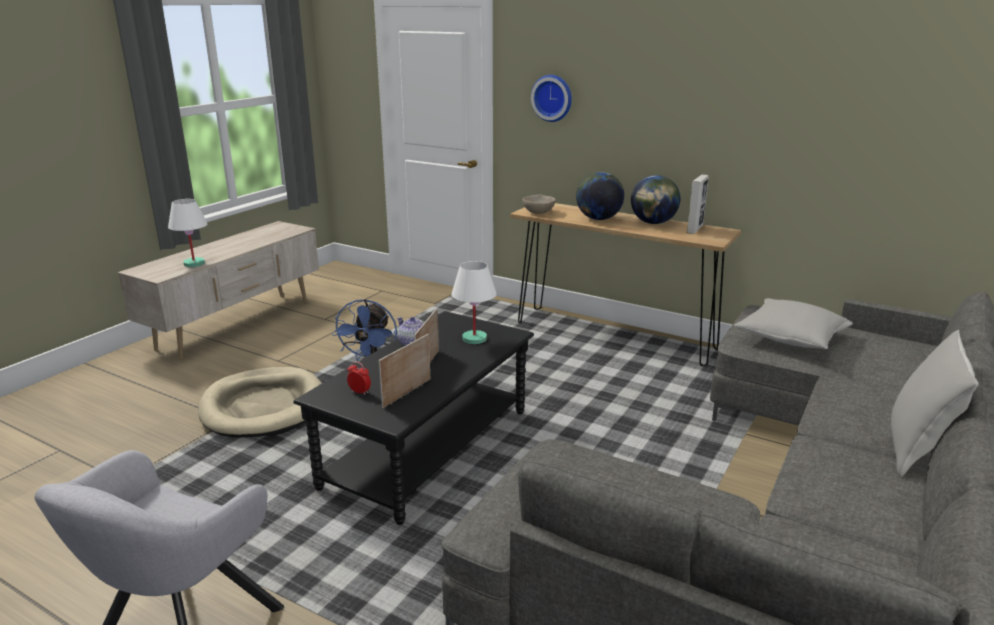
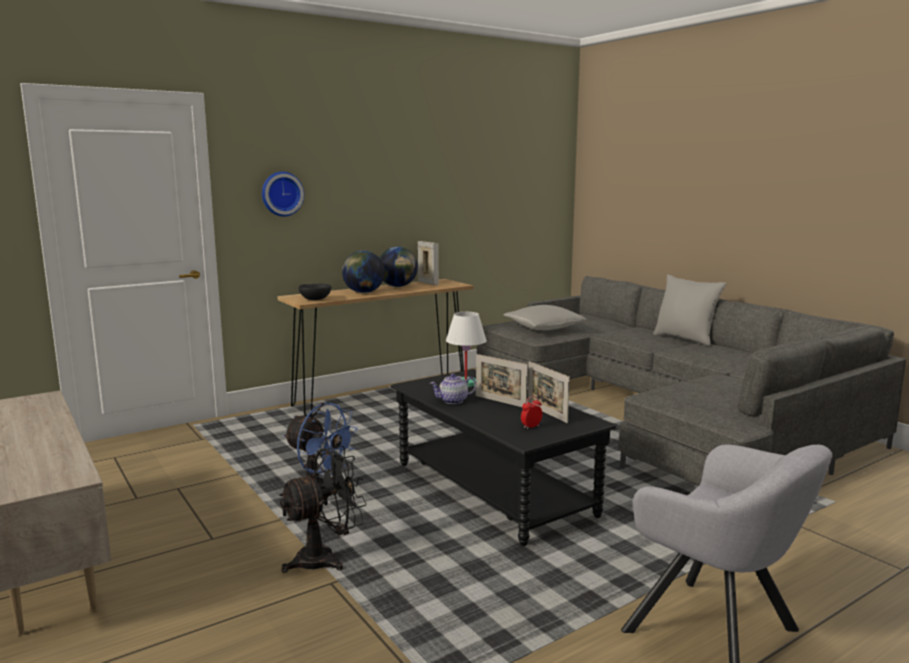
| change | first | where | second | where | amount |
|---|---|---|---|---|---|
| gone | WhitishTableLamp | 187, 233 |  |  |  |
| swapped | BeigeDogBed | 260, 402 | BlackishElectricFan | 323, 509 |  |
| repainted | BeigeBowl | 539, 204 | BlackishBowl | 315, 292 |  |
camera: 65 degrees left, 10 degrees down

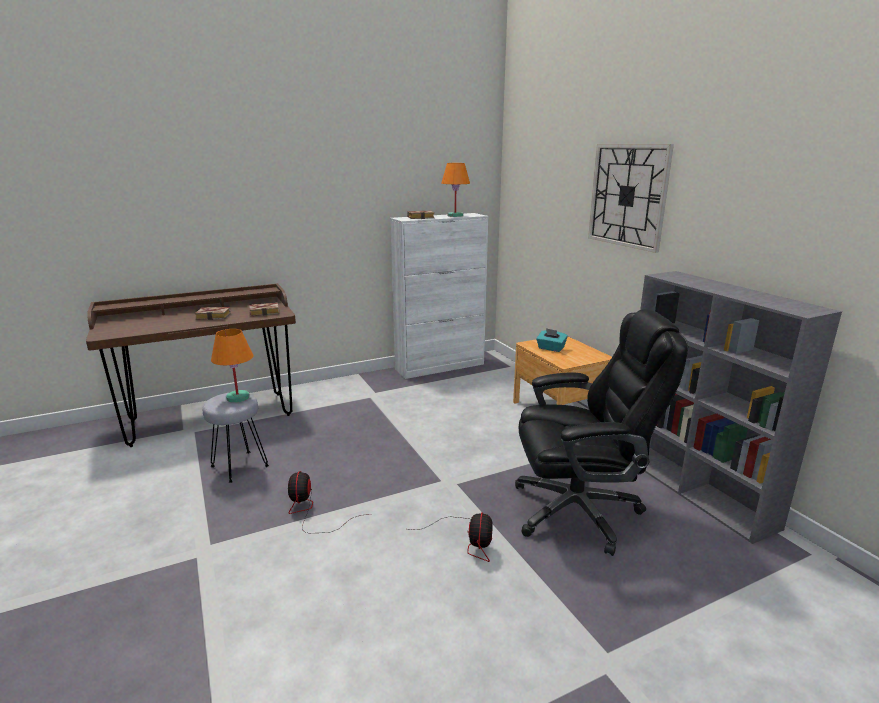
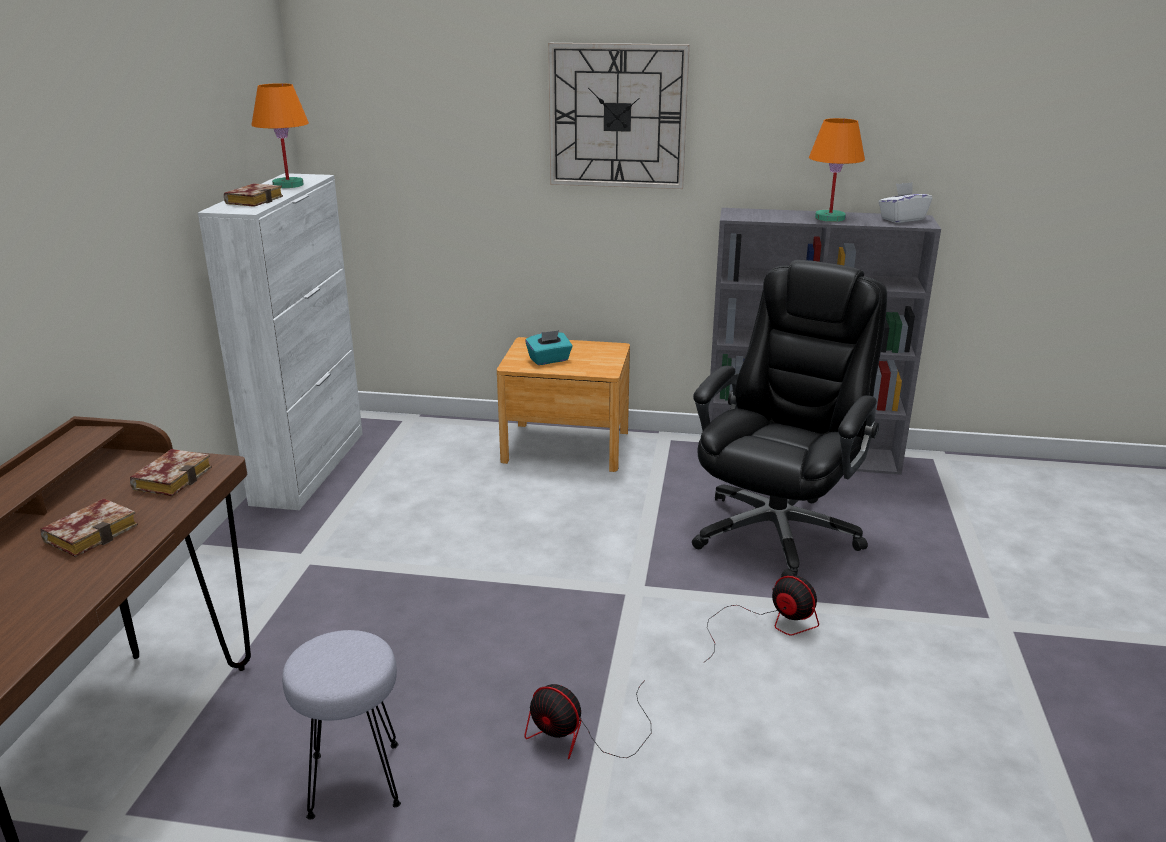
| change | first | where | second | where | amount |
|---|---|---|---|---|---|
| new |  |  | WhitishTissueHolder | 905, 202 |  |
| shifted | OrangeColouredTableLamp | 232, 366 |  | 837, 170 |  |
camera: 55 degrees left, 5 degrees up

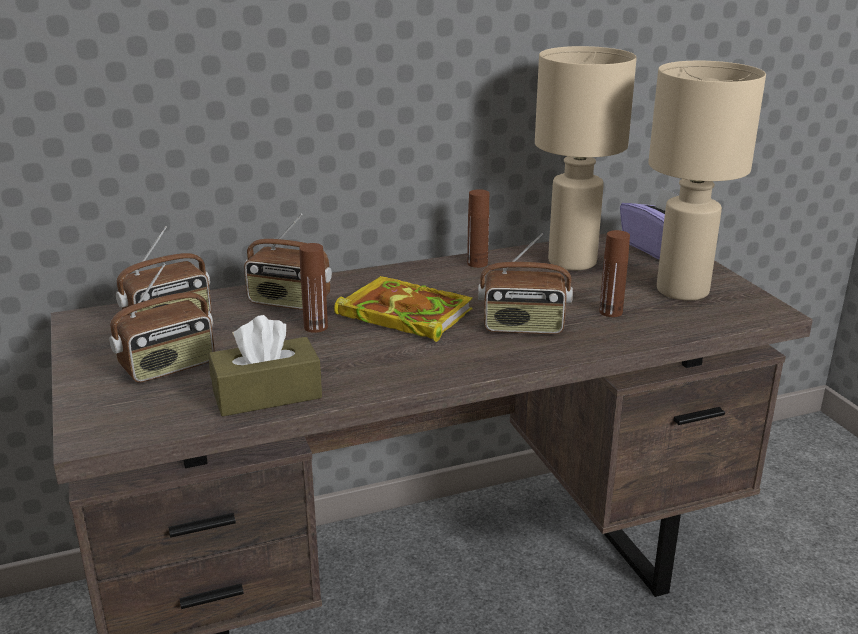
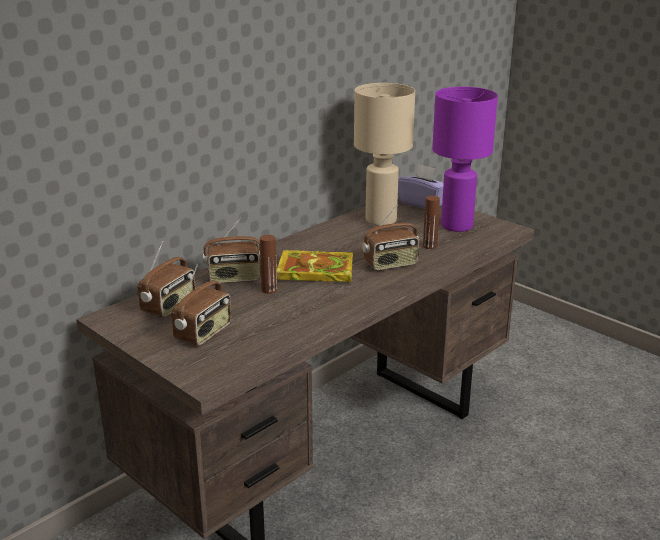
| change | first | where | second | where | amount |
|---|---|---|---|---|---|
| gone | BrownTissueHolder | 265, 366 |  |  |  |
| gone | BrownDrinkBottle | 478, 228 |  |  |  |
| repainted | BeigeTableLamp | 707, 181 | PurpleColouredTableLamp | 465, 159 |  |
camera: 25 degrees left, 0 degrees up

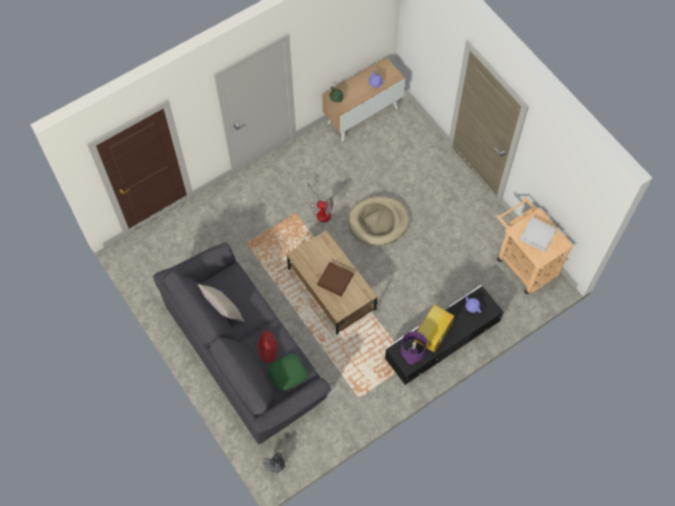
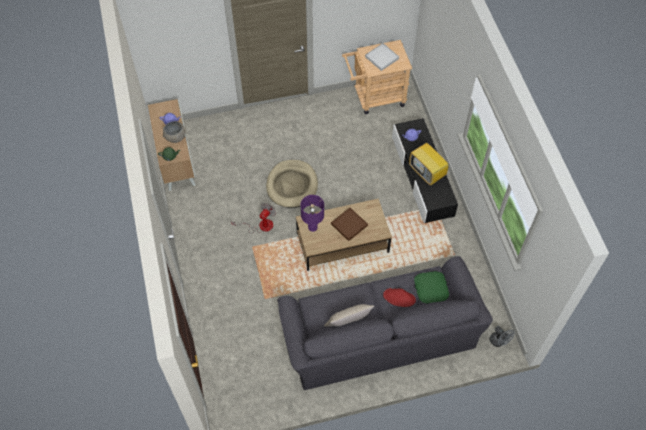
| change | first | where | second | where | amount |
|---|---|---|---|---|---|
| new |  |  | GreyBowl | 174, 132 |  |
| shifted | PurpleColouredTableLamp | 414, 348 |  | 312, 213 |  |
camera: 70 degrees left, 5 degrees down

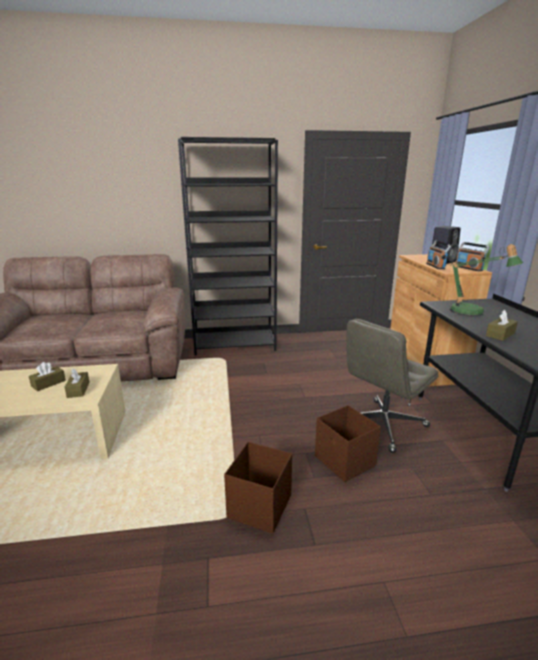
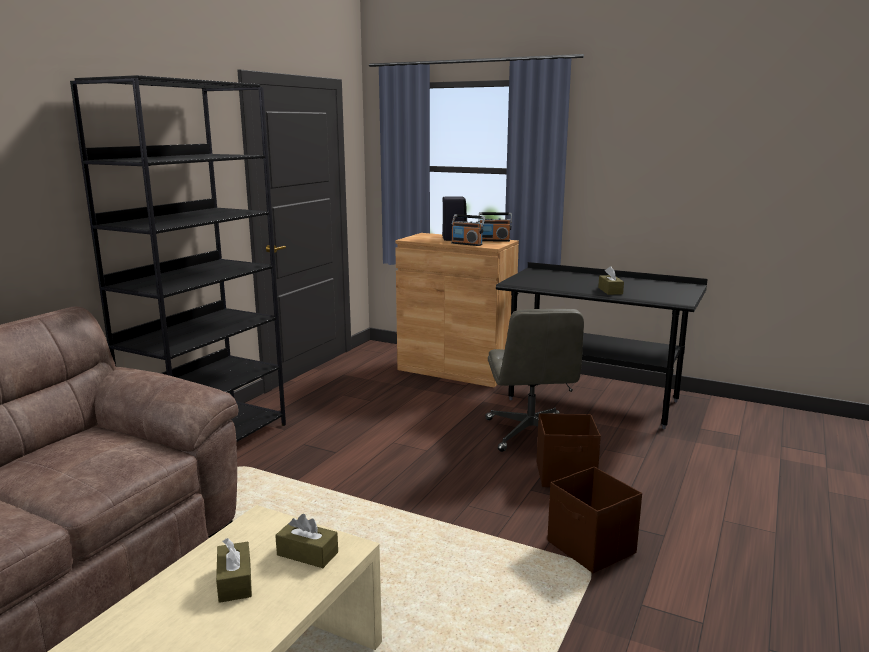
| change | first | where | second | where | amount |
|---|---|---|---|---|---|
| gone | TableLamp | 486, 280 |  |  |  |
camera: 55 degrees left, 5 degrees down

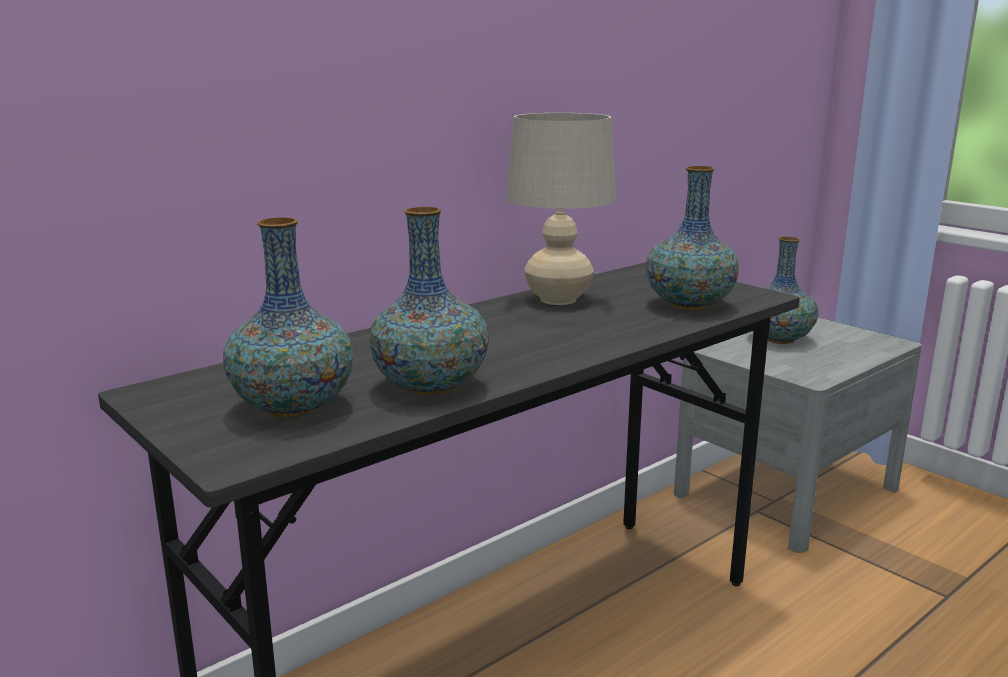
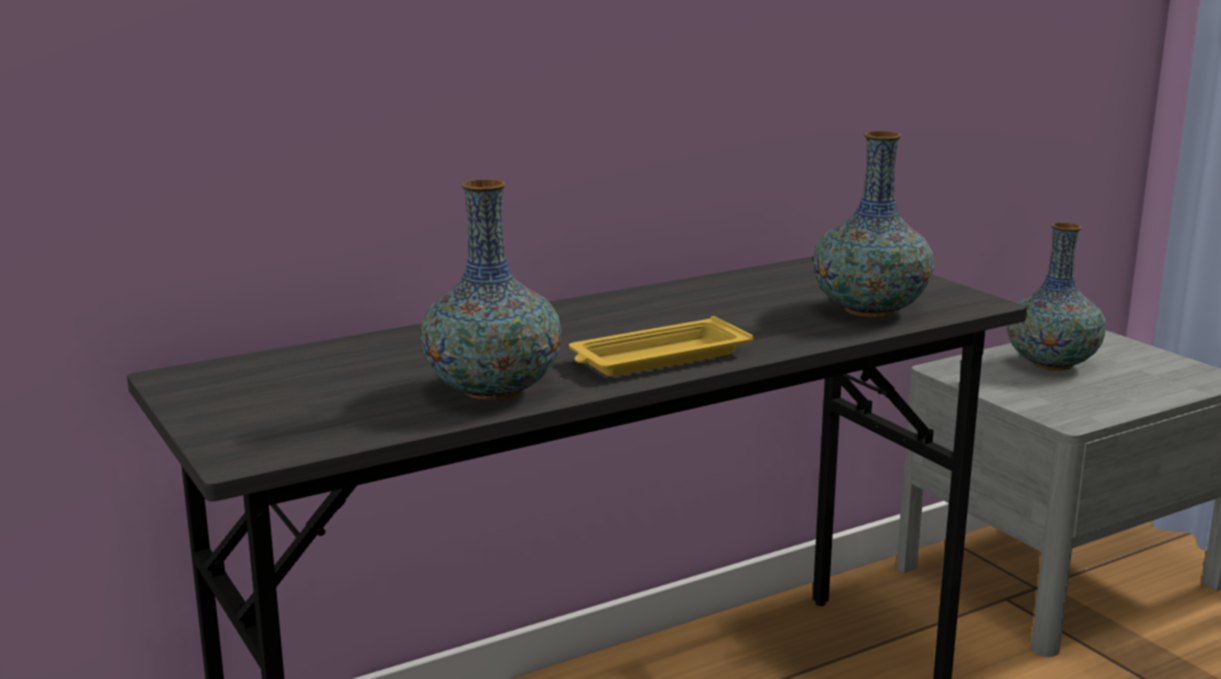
| change | first | where | second | where | amount |
|---|---|---|---|---|---|
| gone | Vase | 288, 317 |  |  |  |
| gone | BeigeTableLamp | 561, 209 |  |  |  |
| new |  |  | YellowishServingTray | 661, 346 |  |
camera: 10 degrees right, 0 degrees up

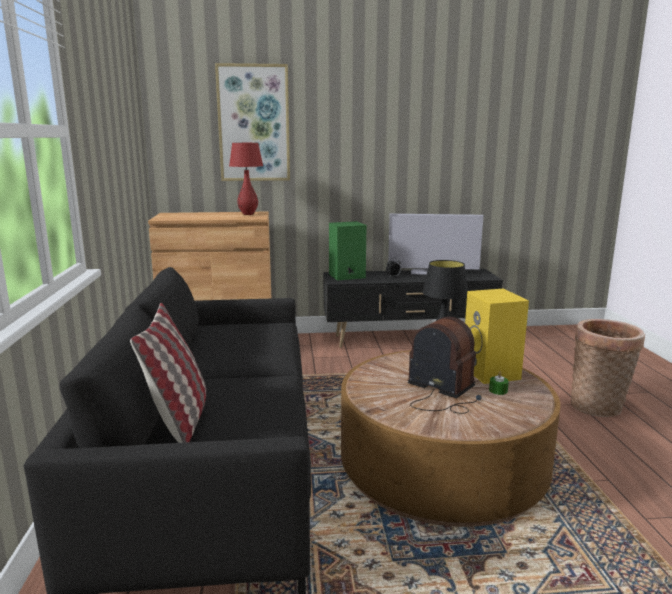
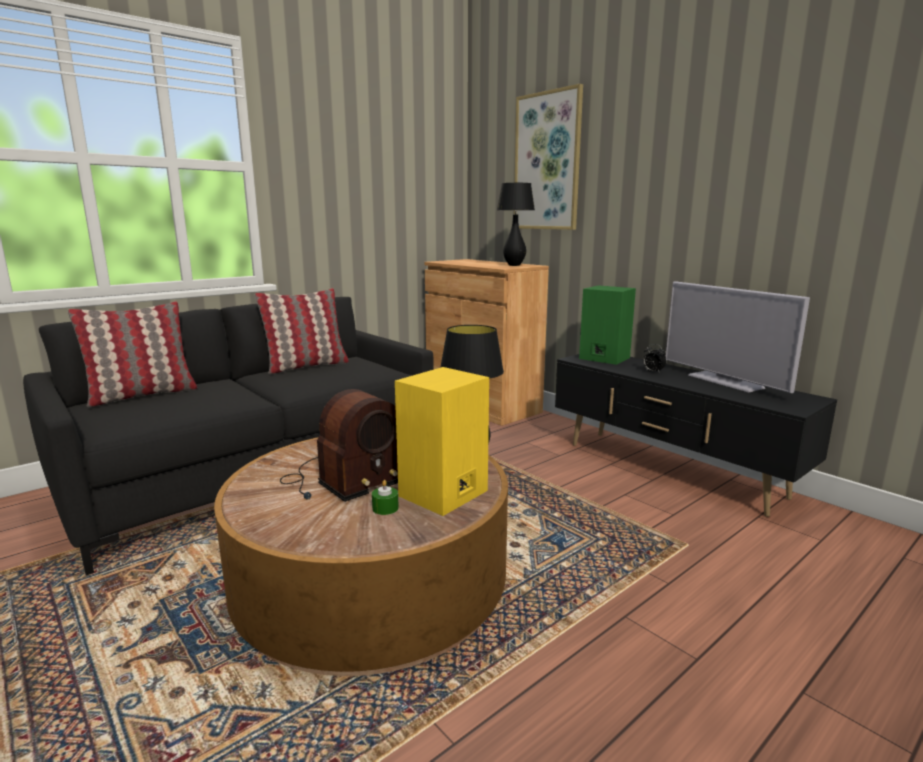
| change | first | where | second | where | amount |
|---|---|---|---|---|---|
| gone | HouseholdBasket | 608, 368 |  |  |  |
| new |  |  | Cushion | 302, 331 |  |
| repainted | ReddishTableLamp | 246, 179 | BlackishTableLamp | 516, 224 |  |
| rotated | Radio | 445, 365 |  | 339, 445 | 45 degrees clockwise |
camera: 55 degrees right, 0 degrees up

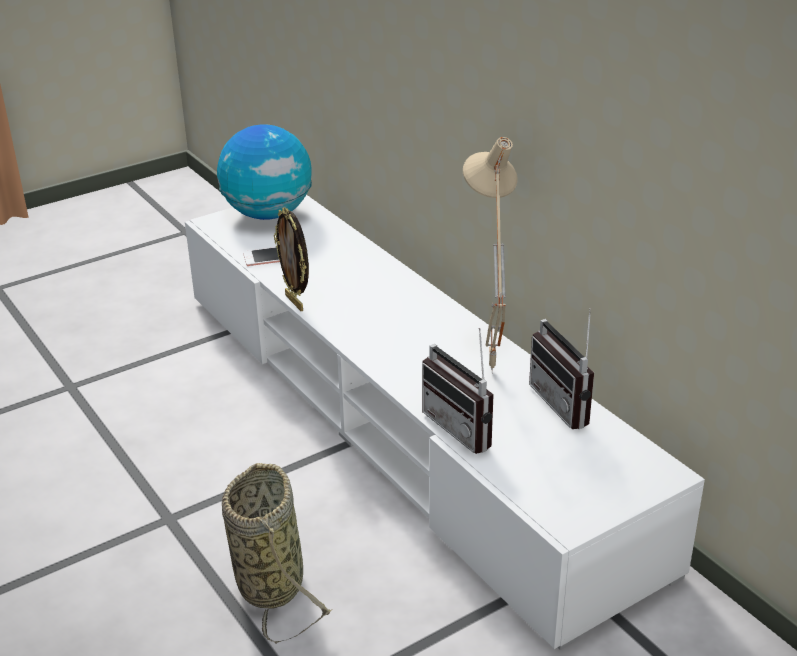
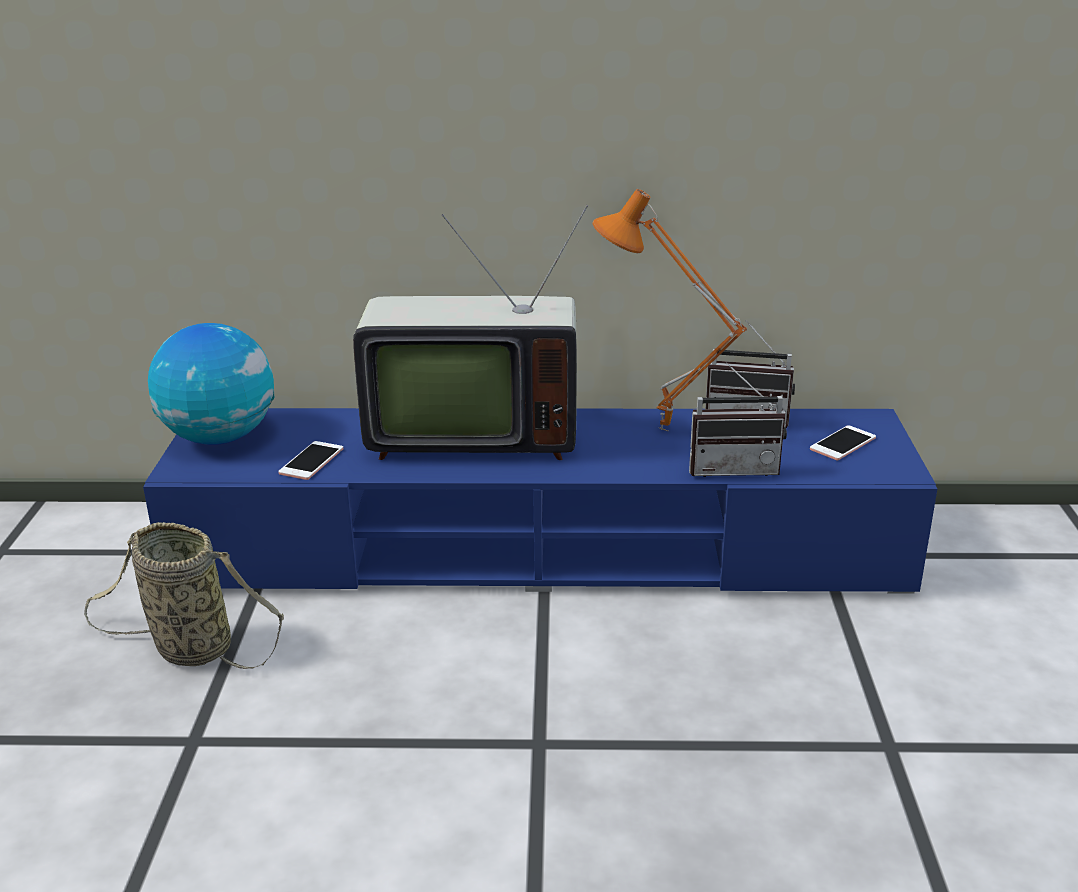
| change | first | where | second | where | amount |
|---|---|---|---|---|---|
| gone | PictureFrame | 291, 259 |  |  |  |
| new |  |  | TvSet | 470, 332 |  |
| new |  |  | Telephone | 843, 442 |  |
| shifted | HouseholdBasket | 277, 553 |  | 184, 595 |  |
| repainted | WhitishMediaConsole | 445, 422 | BlueColouredMediaConsole | 540, 501 |  |
| repainted | BeigeTableLamp | 490, 255 | OrangeColouredTableLamp | 670, 310 |  |
camera: 55 degrees left, 5 degrees down

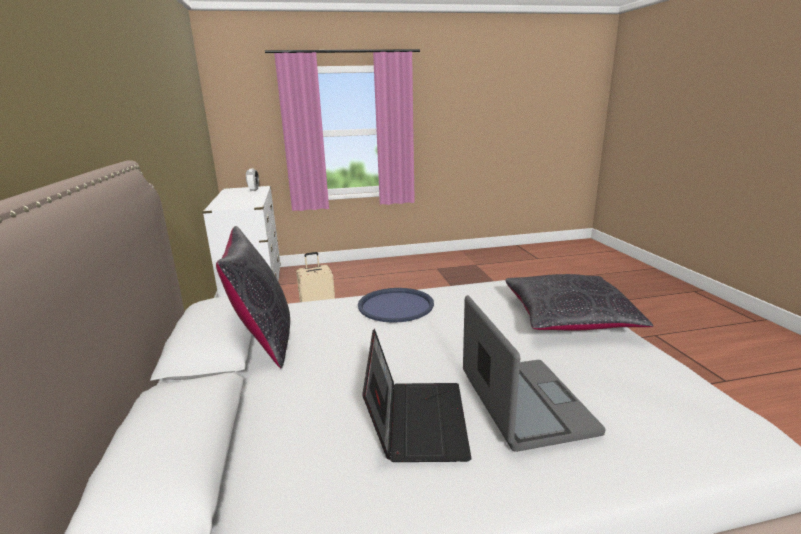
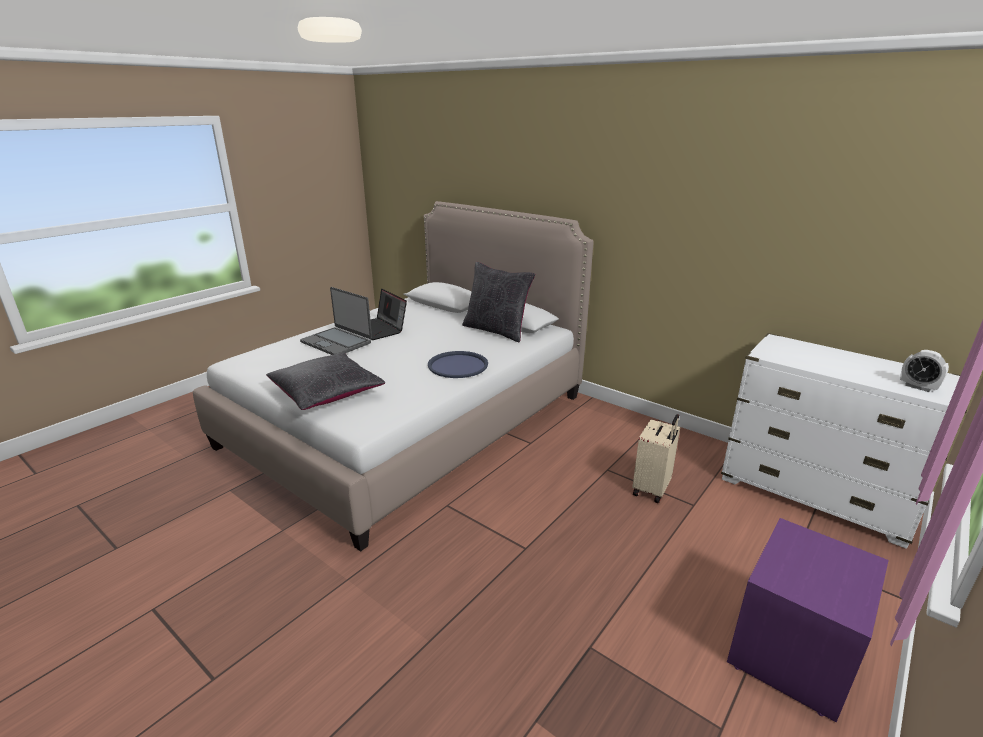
| change | first | where | second | where | amount |
|---|---|---|---|---|---|
| new |  |  | PurpleColouredNightTable | 808, 620 |  |
camera: 140 degrees right, 5 degrees up

